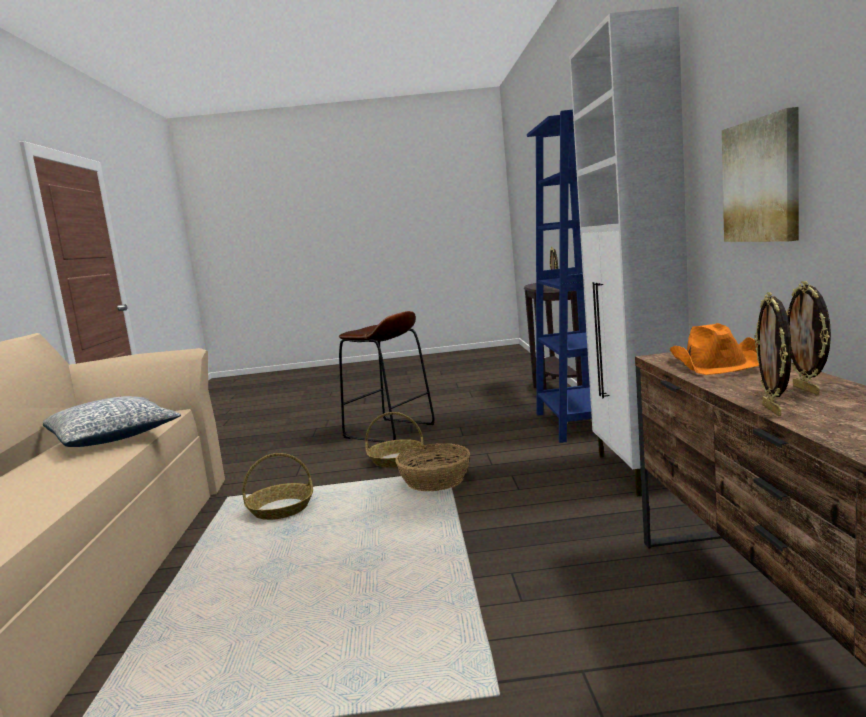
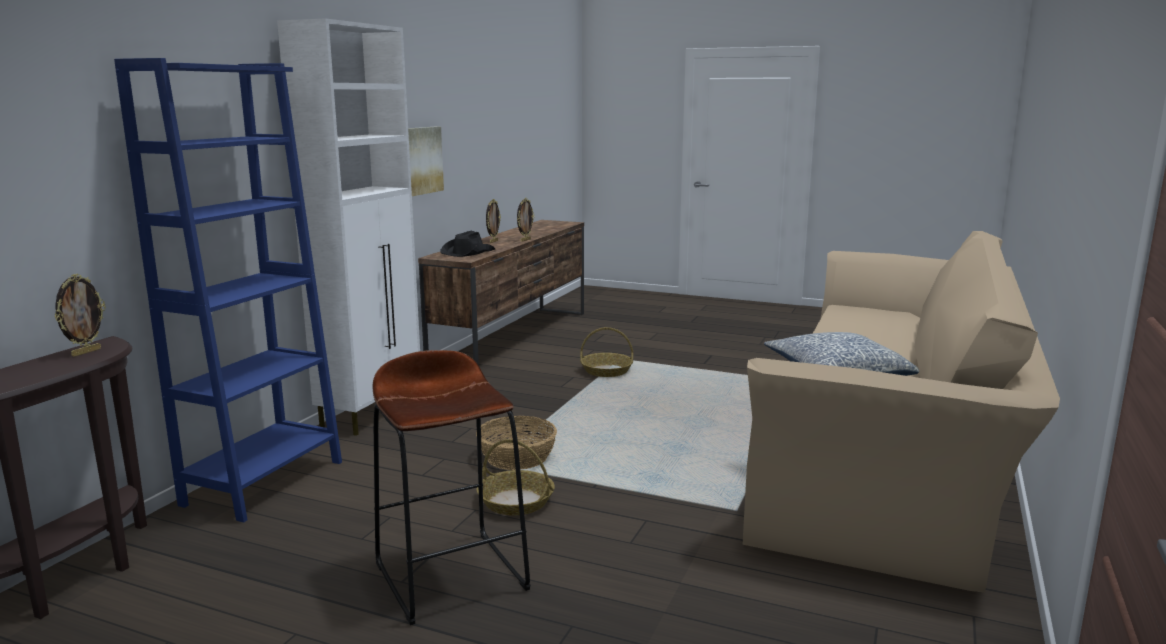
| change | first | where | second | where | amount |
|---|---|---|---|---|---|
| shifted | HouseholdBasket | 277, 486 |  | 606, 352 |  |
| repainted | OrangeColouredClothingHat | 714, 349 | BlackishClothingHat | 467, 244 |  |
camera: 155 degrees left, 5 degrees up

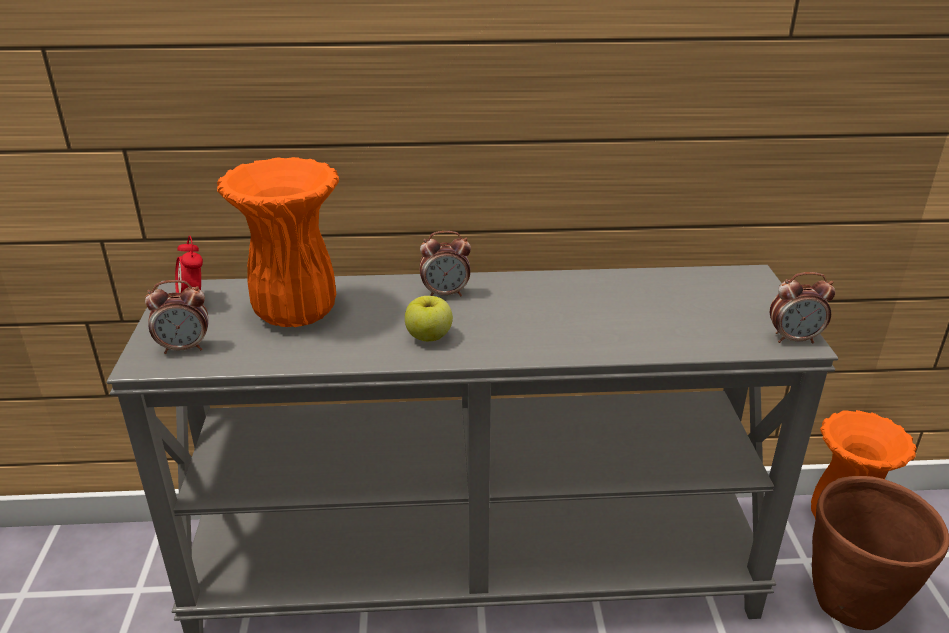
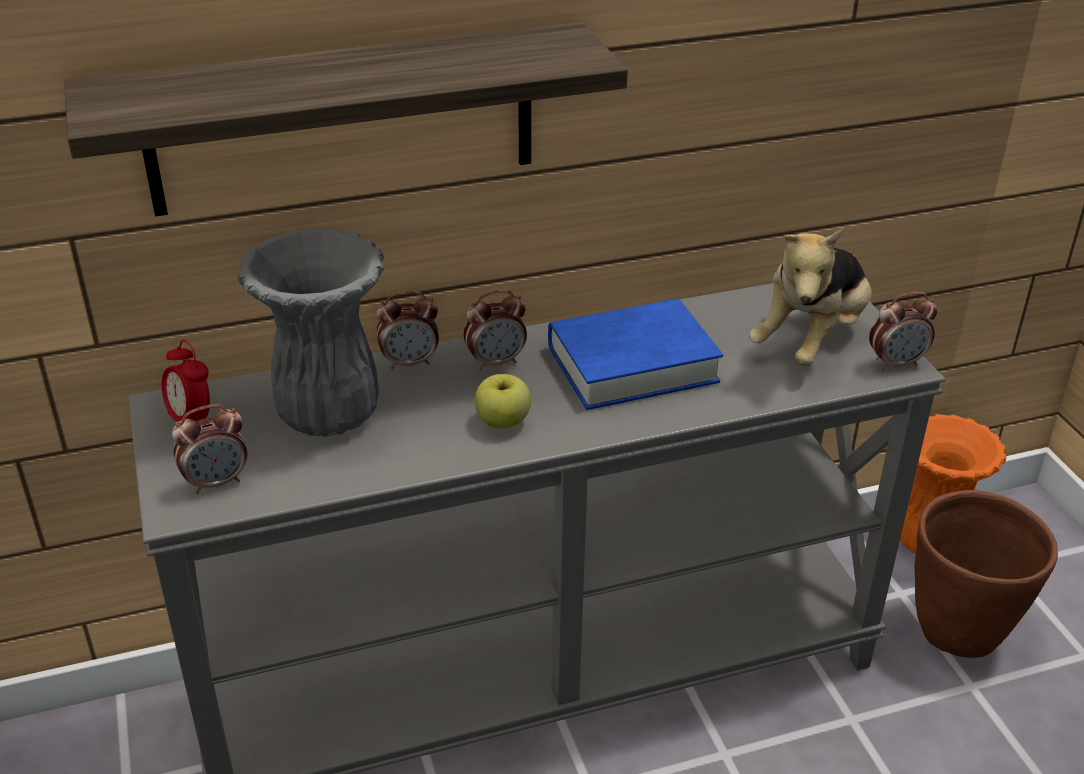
| change | first | where | second | where | amount |
|---|---|---|---|---|---|
| new |  |  | BracketShelf | 346, 119 |  |
| new |  |  | BedsideClock | 408, 330 |  |
| new |  |  | BlueColouredVolume | 635, 354 |  |
| new |  |  | SoftToy | 810, 297 |  |
| repainted | OrangeColouredVase | 278, 242 | GreyVase | 310, 332 |  |
camera: 15 degrees left, 5 degrees up

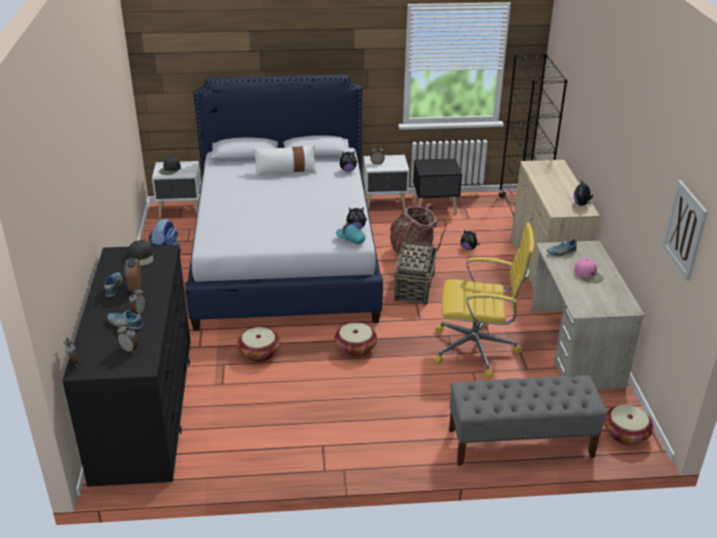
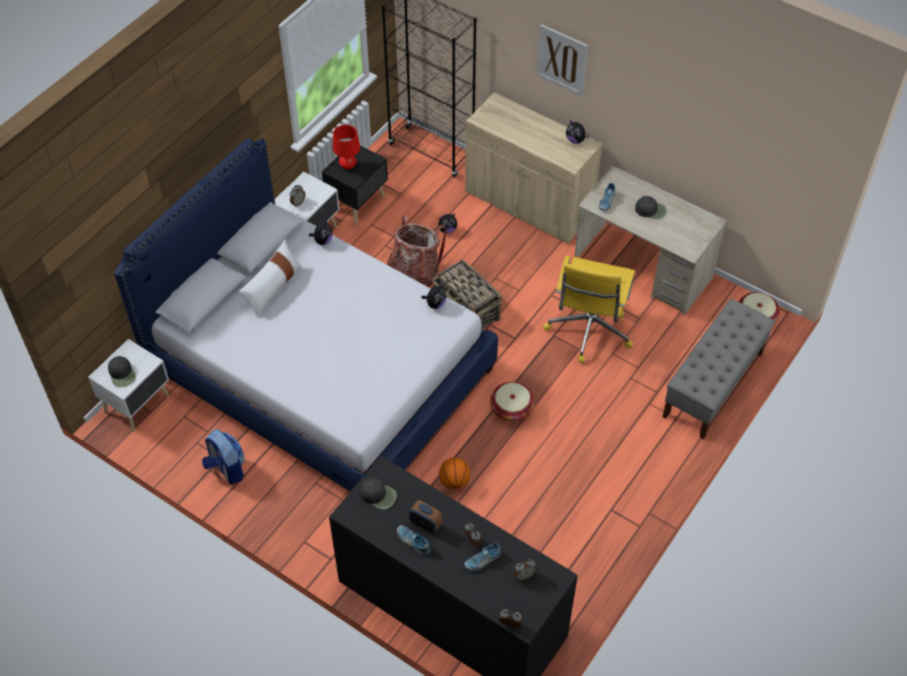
| change | first | where | second | where | amount |
|---|---|---|---|---|---|
| gone | TurquoiseBaseballCap | 350, 233 |  |  |  |
| new |  |  | ReddishTableLamp | 346, 147 |  |
| shifted | WallArt | 685, 230 |  | 562, 60 |  |
| swapped | HouseholdBasket | 258, 344 | BasketballBall | 454, 473 |  |
| repainted | PinkishBaseballCap | 589, 270 | BlackishBaseballCap | 651, 207 |  |
| rotated | YellowishDeskChair | 484, 300 |  | 589, 309 | 150 degrees clockwise |
camera: 50 degrees left, 20 degrees up

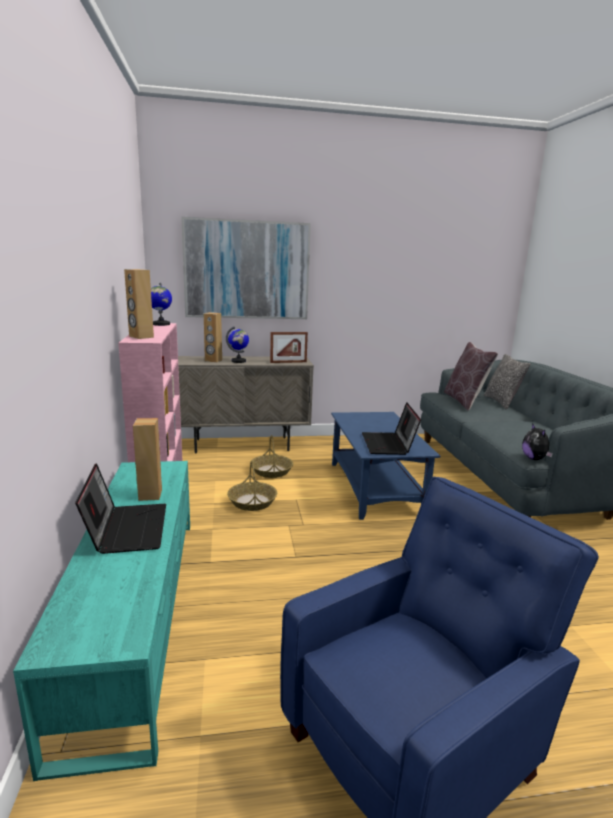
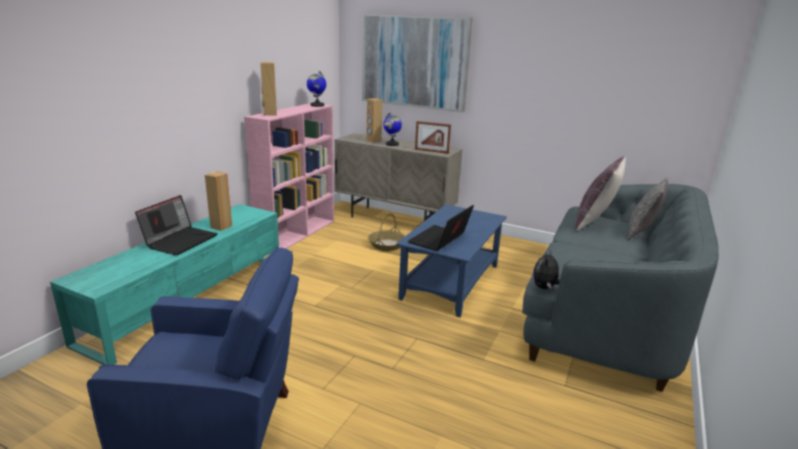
| change | first | where | second | where | amount |
|---|---|---|---|---|---|
| gone | HouseholdBasket | 252, 486 |  |  |  |
camera: 35 degrees right, 5 degrees up

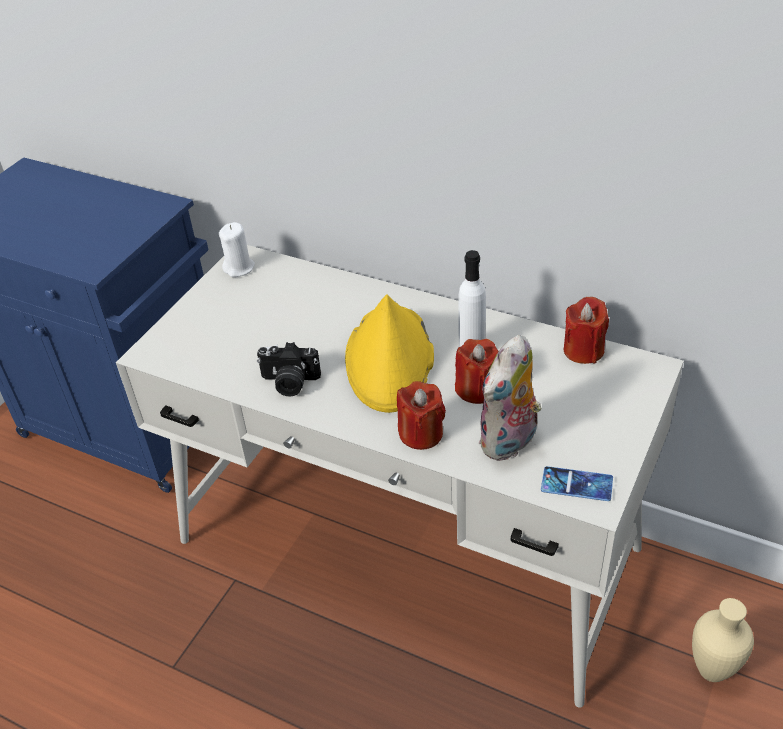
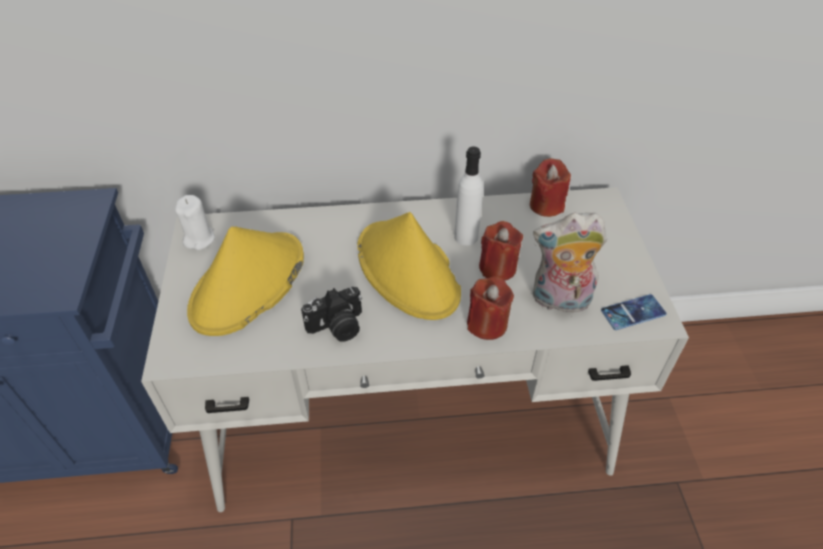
| change | first | where | second | where | amount |
|---|---|---|---|---|---|
| gone | BeigeVase | 723, 640 |  |  |  |
| new |  |  | YellowishClothingHat | 245, 281 |  |
| rotated | SoftToy | 513, 398 |  | 570, 265 | 90 degrees clockwise |
camera: 35 degrees left, 5 degrees up

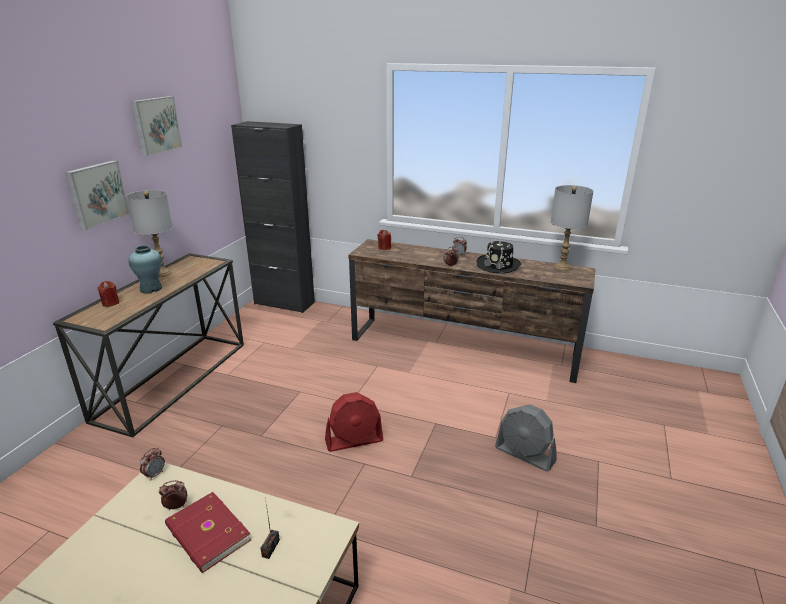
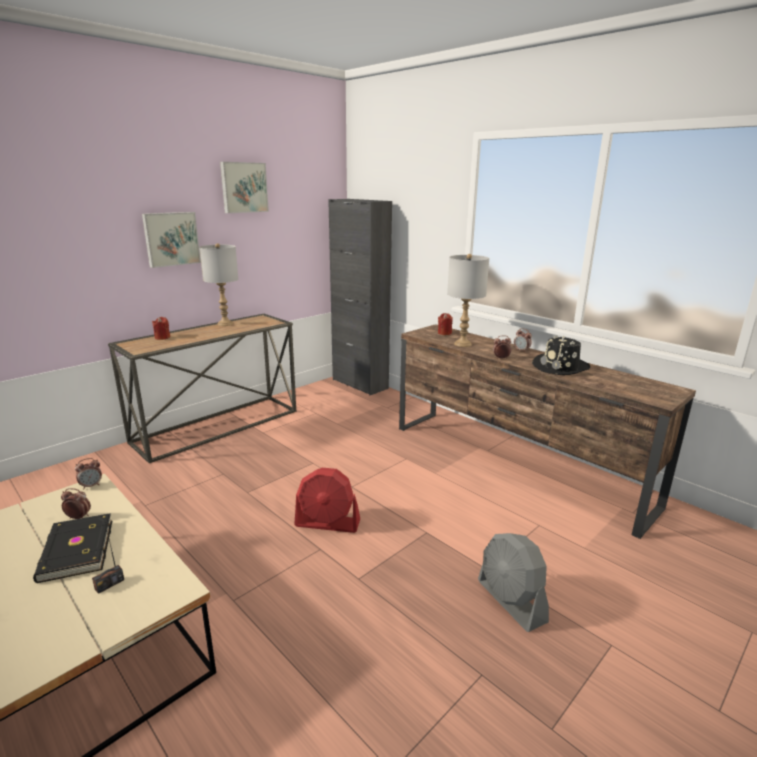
| change | first | where | second | where | amount |
|---|---|---|---|---|---|
| gone | TurquoiseVase | 145, 269 |  |  |  |
| shifted | GreyTableLamp | 572, 228 |  | 468, 300 |  |
| repainted | ReddishVolume | 208, 532 | BlackishVolume | 72, 548 |  |
camera: 25 degrees right, 5 degrees down

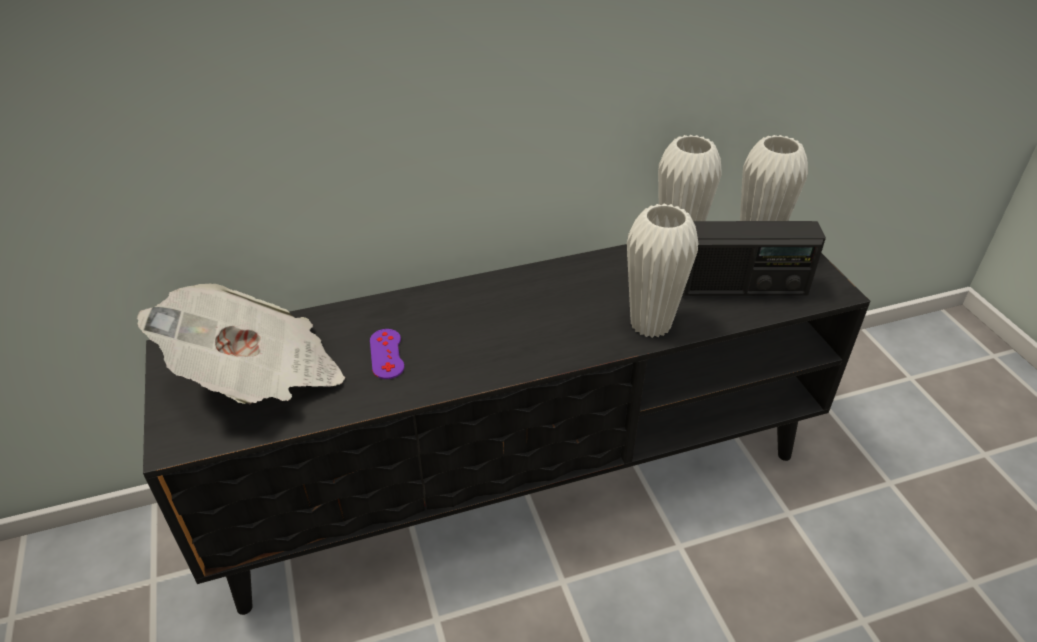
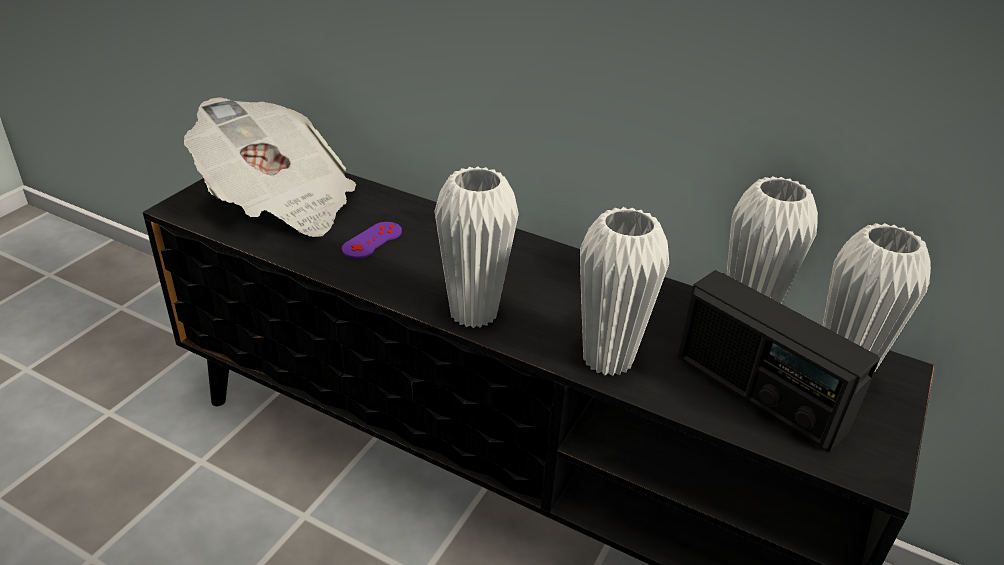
| change | first | where | second | where | amount |
|---|---|---|---|---|---|
| new |  |  | WhitishVase | 477, 247 |  |
camera: 45 degrees right, 5 degrees down

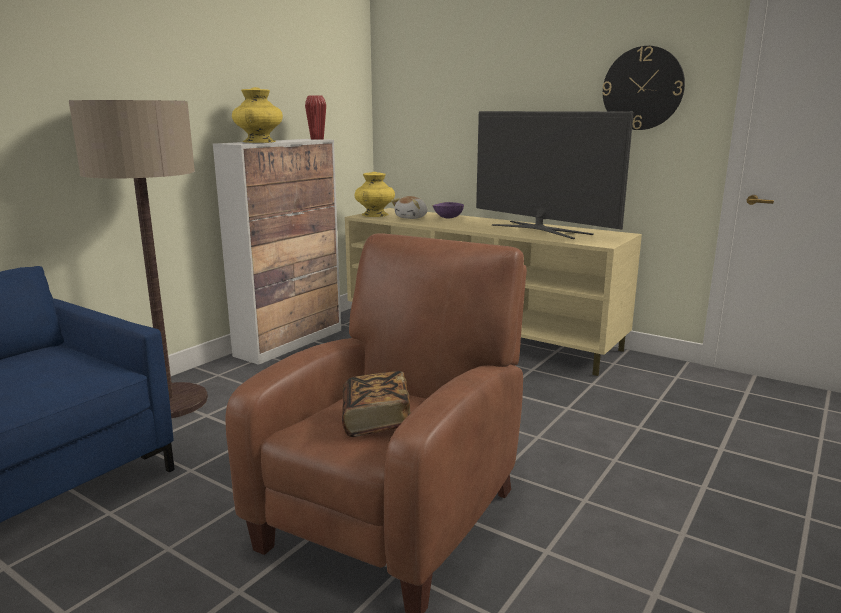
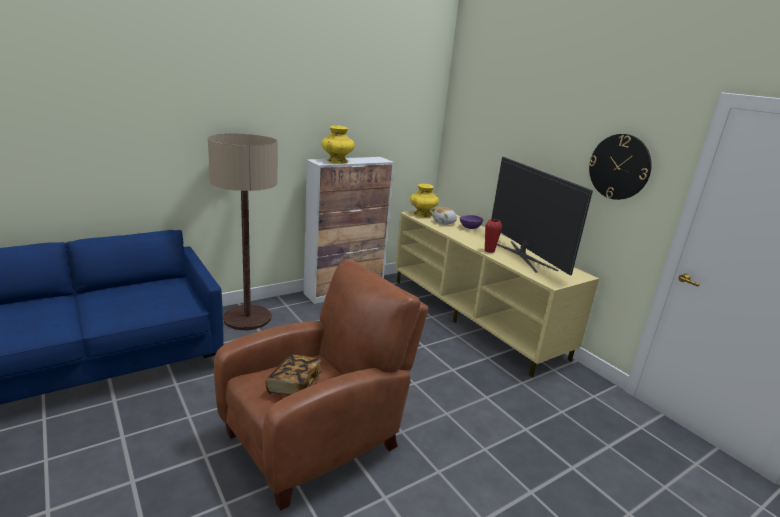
| change | first | where | second | where | amount |
|---|---|---|---|---|---|
| shifted | ReddishVase | 315, 117 |  | 493, 236 |  |
camera: 20 degrees right, 5 degrees up

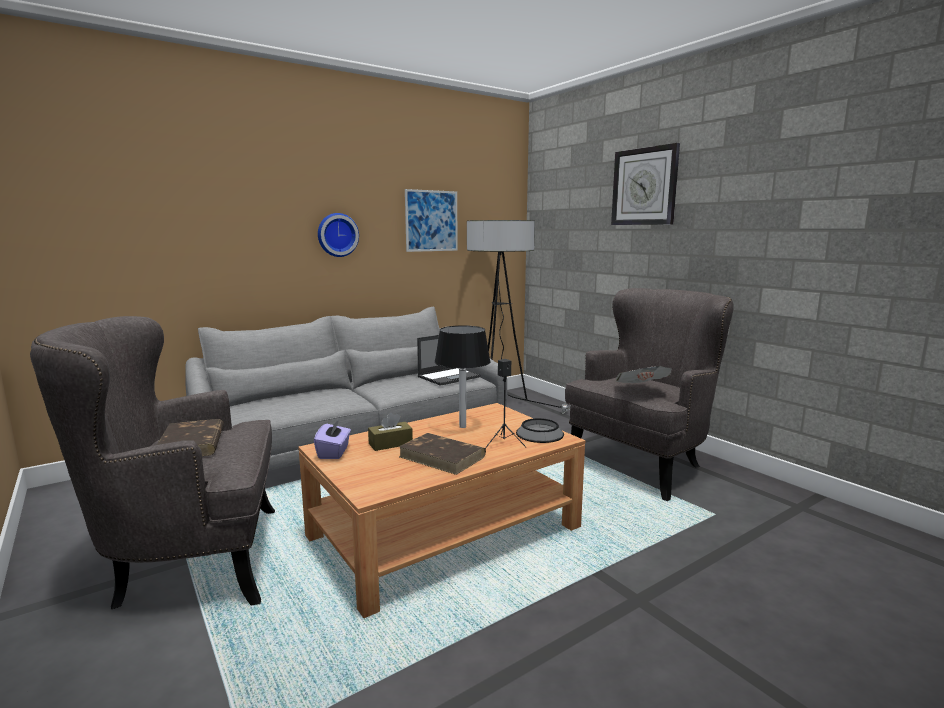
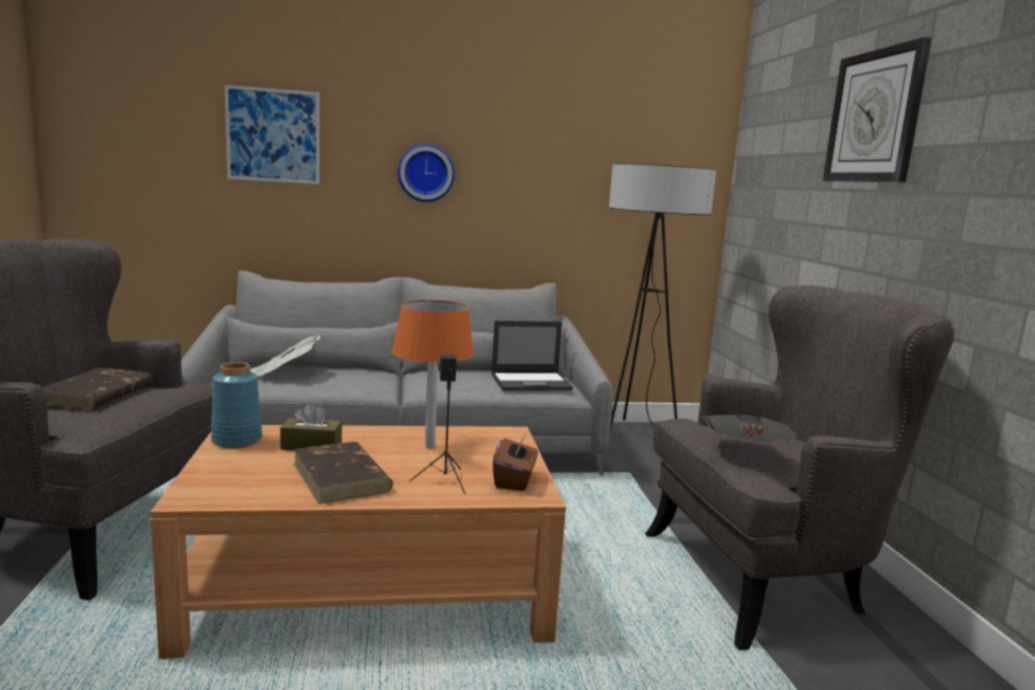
| change | first | where | second | where | amount |
|---|---|---|---|---|---|
| new |  |  | PrintedPaper | 285, 356 |  |
| shifted | WallArt | 431, 220 |  | 272, 134 |  |
| swapped | PurpleColouredTissueHolder | 332, 438 | BlueColouredVase | 236, 405 |  |
| swapped | Bowl | 540, 430 | BrownTissueHolder | 515, 462 |  |
| repainted | BlackishTableLamp | 463, 377 | OrangeColouredTableLamp | 433, 374 |  |
camera: 25 degrees right, 0 degrees up

